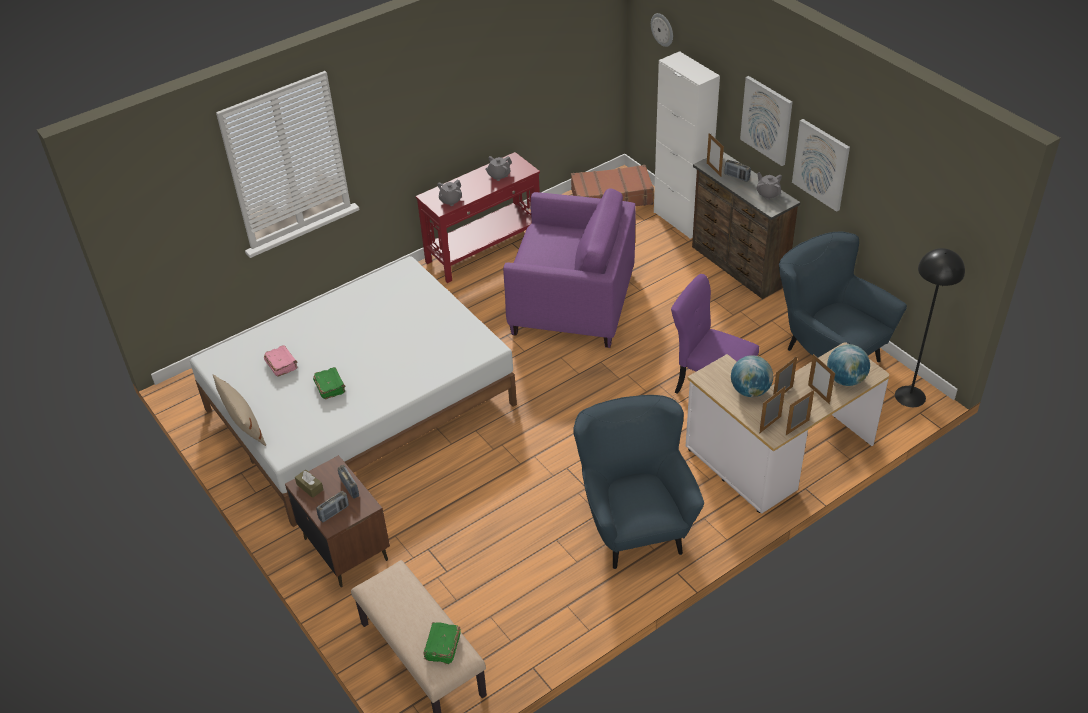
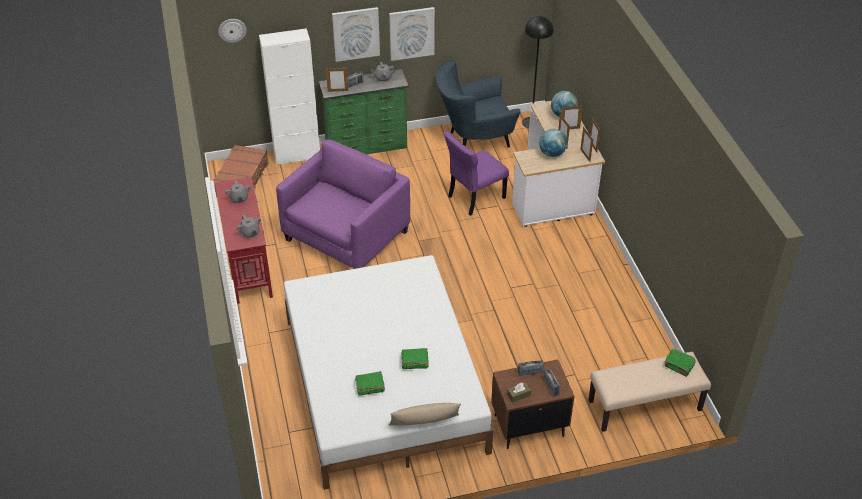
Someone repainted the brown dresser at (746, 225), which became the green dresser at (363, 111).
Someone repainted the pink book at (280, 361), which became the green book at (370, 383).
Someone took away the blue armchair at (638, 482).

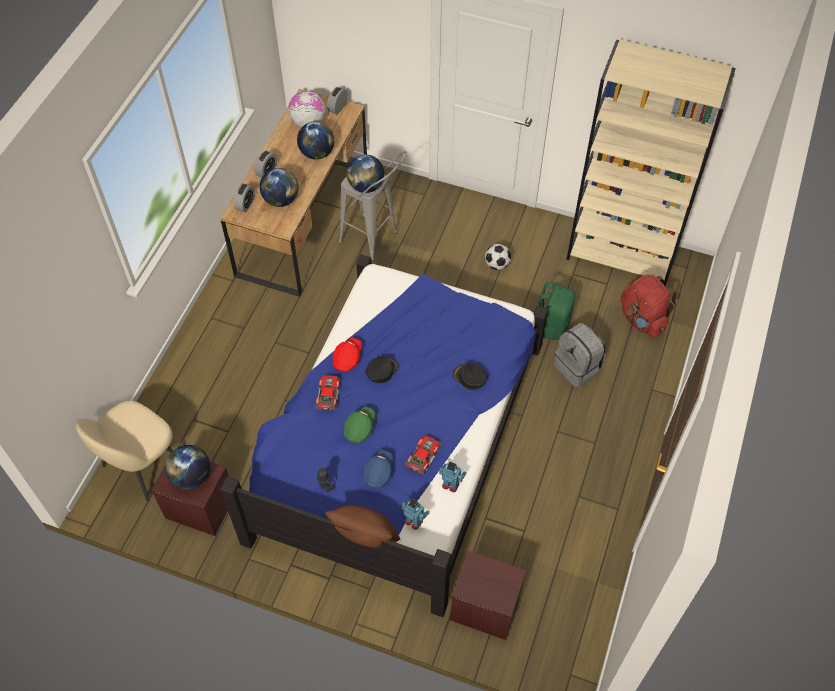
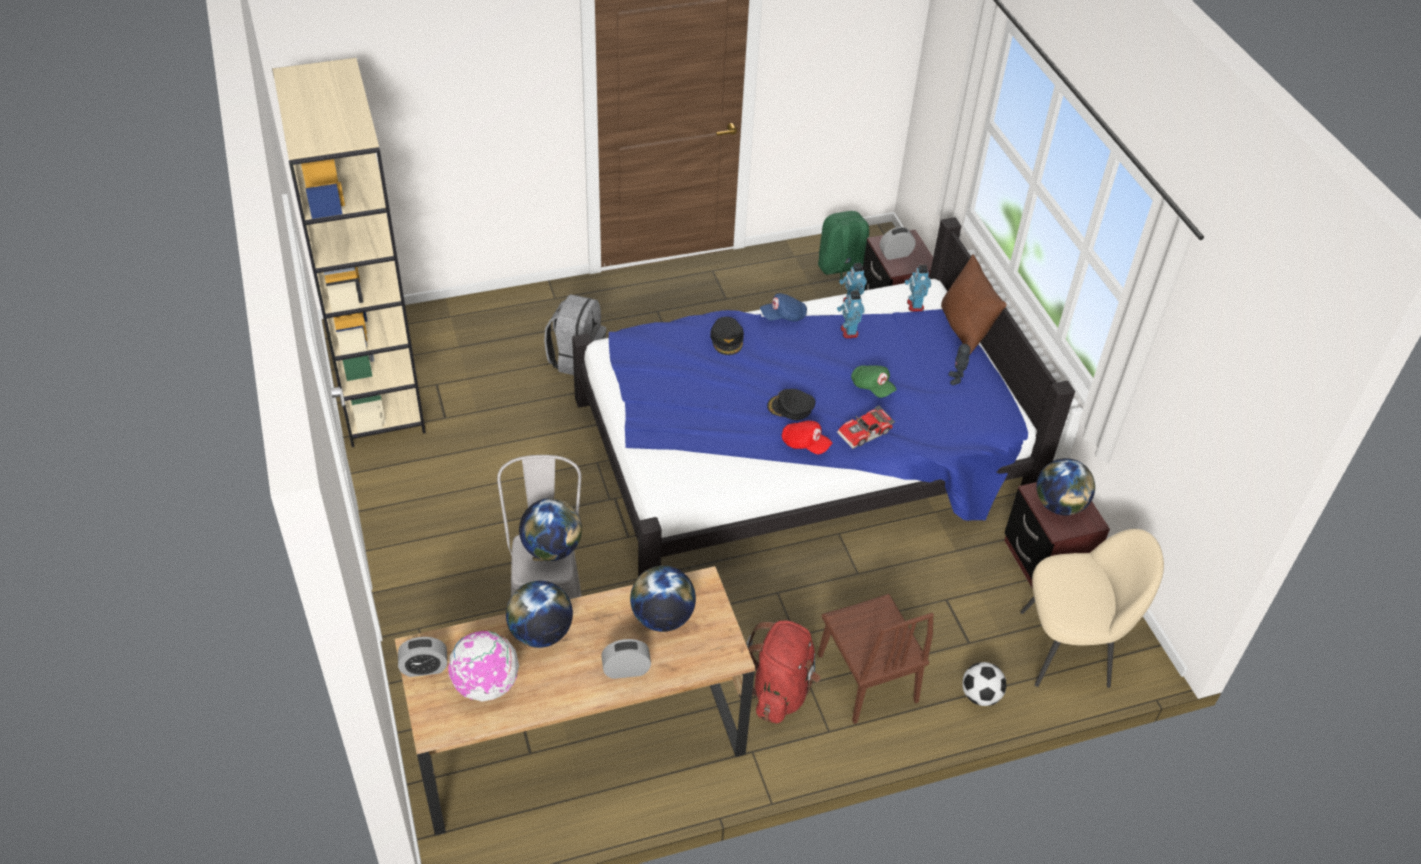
Someone carried the alarm clock from (244, 197) to (898, 243).
Someone carried the football from (498, 257) to (984, 684).
Someone carried the red backpack from (649, 306) to (783, 671).
Someone carried the green backpack from (554, 311) to (843, 248).
Someone rotated the red cap at (347, 355) by 135 degrees counterclockwise.
Someone rotated the green cap at (360, 424) by 120 degrees counterclockwise.
Someone swapped the toy car at (423, 455) for the toy robot at (851, 314).
Someone carried the blue cap from (378, 469) to (783, 307).
Someone put down the brown chair at (876, 659).

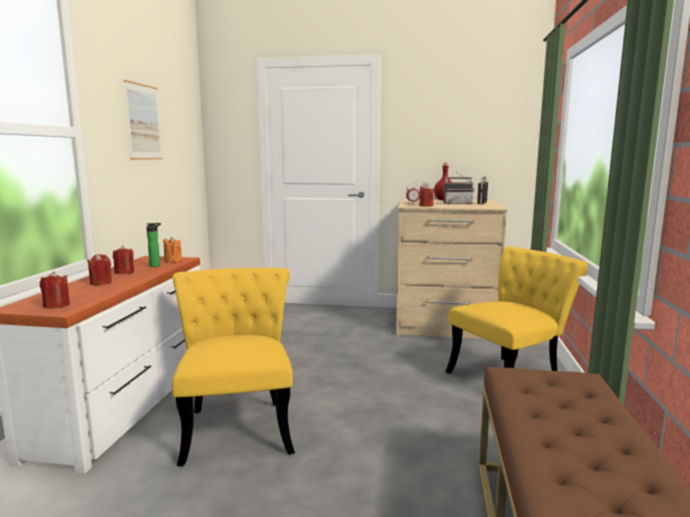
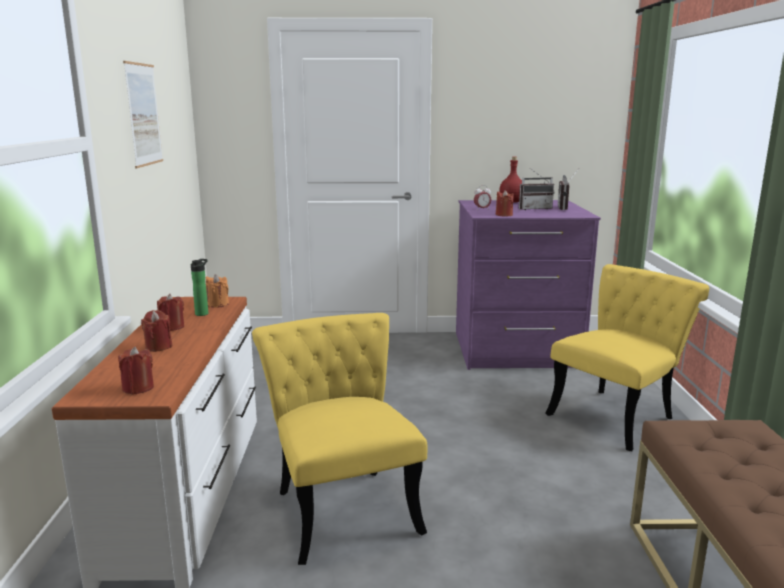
Someone repainted the beige dresser at (452, 269), which became the purple dresser at (528, 285).

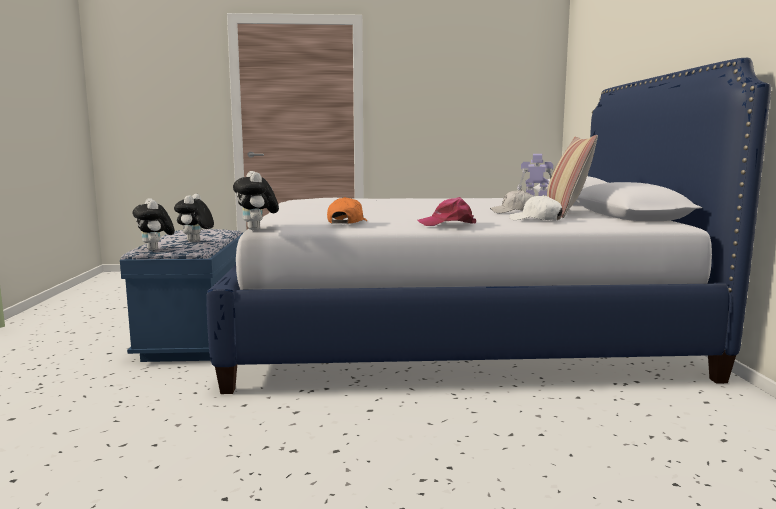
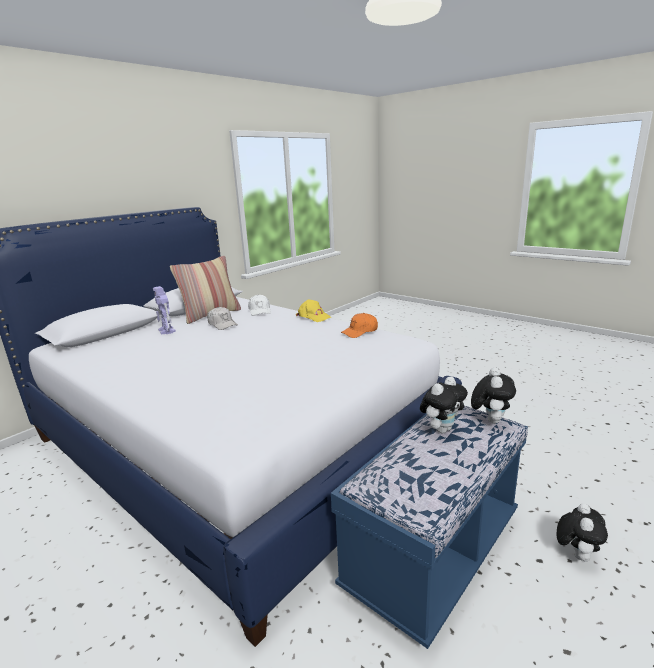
Someone carried the plush toy from (256, 200) to (582, 532).
Someone repainted the pink cap at (446, 211), which became the yellow cap at (313, 310).

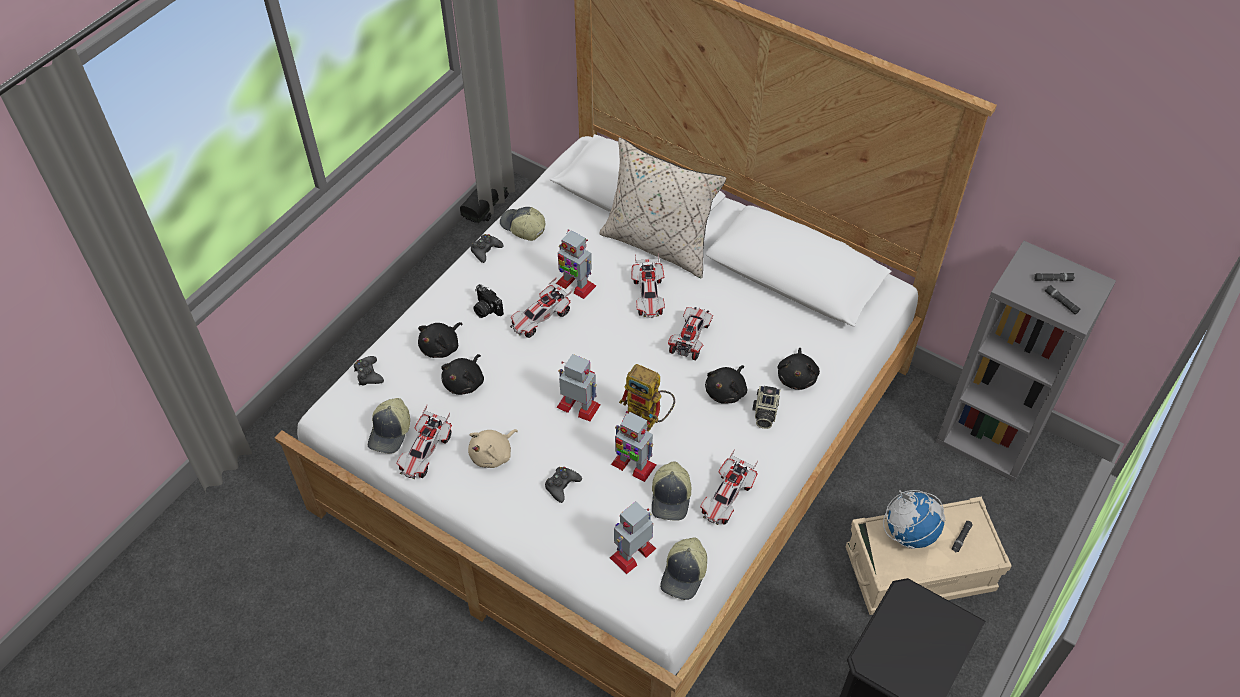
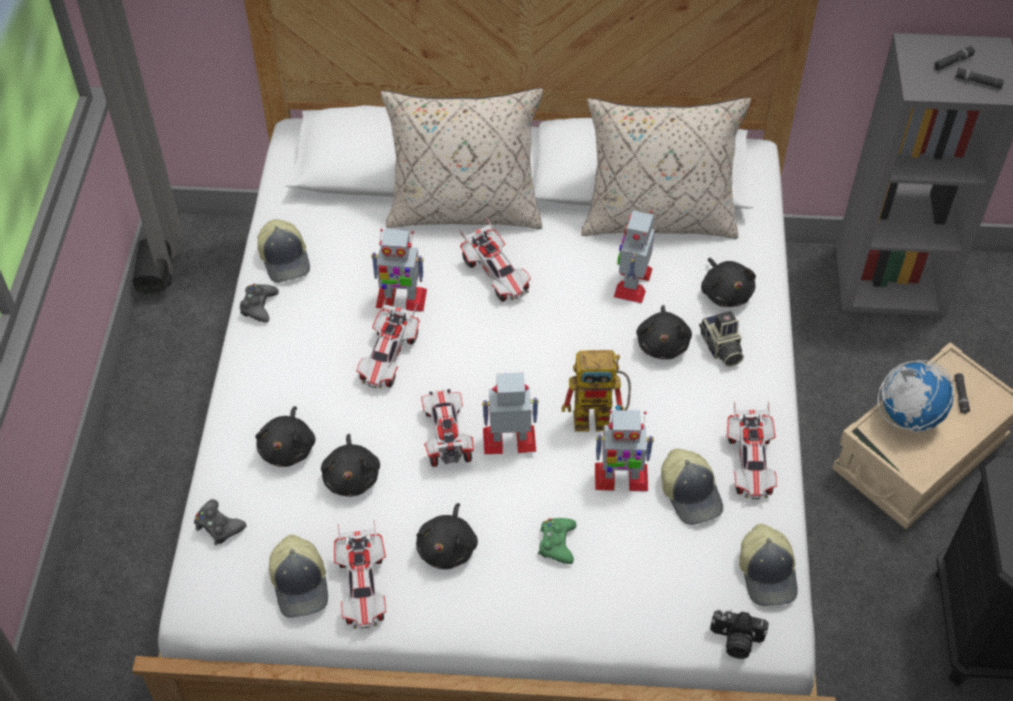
Someone rotated the cap at (522, 224) by 120 degrees counterclockwise.
Someone carried the photo camera from (488, 301) to (739, 634).
Someone carried the toy car from (690, 333) to (447, 428).
Someone repainted the beige plush toy at (493, 448), which became the black plush toy at (447, 536).
Someone repainted the black game controller at (563, 485), which became the green game controller at (557, 541).
Someone carried the toy robot from (633, 537) to (634, 257).
Someone put down the beige pillow at (666, 168).

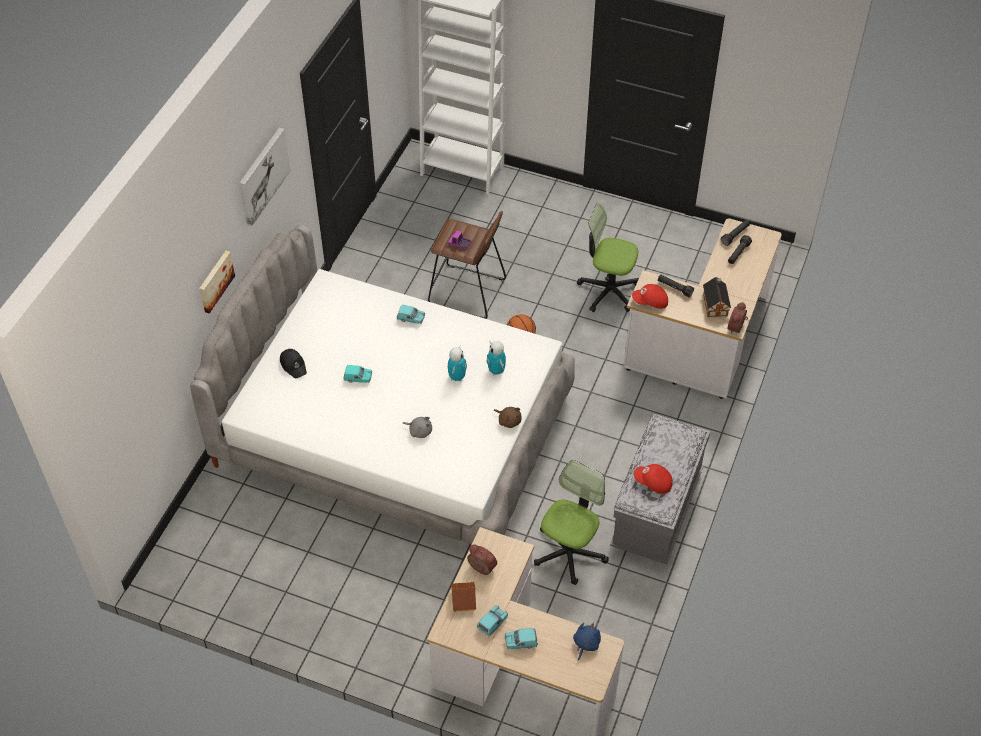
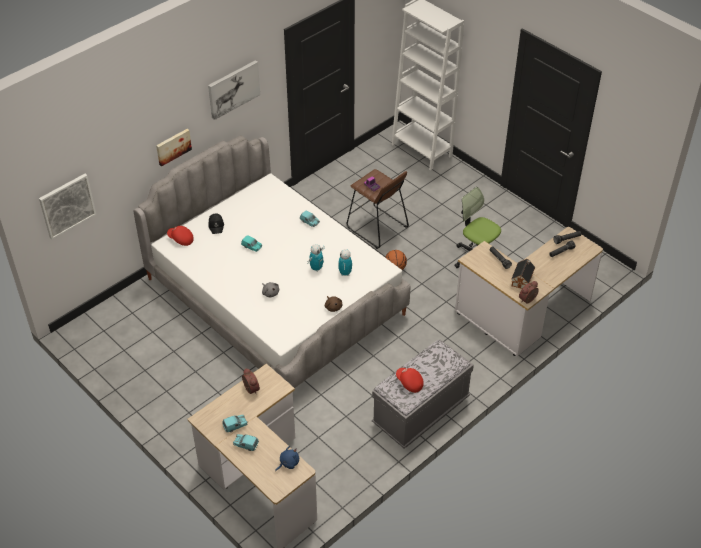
Someone carried the red cap from (650, 296) to (180, 236).
Someone took away the office chair at (571, 522).
Someone took away the toy house at (463, 597).
Someone put up the picture at (67, 206).

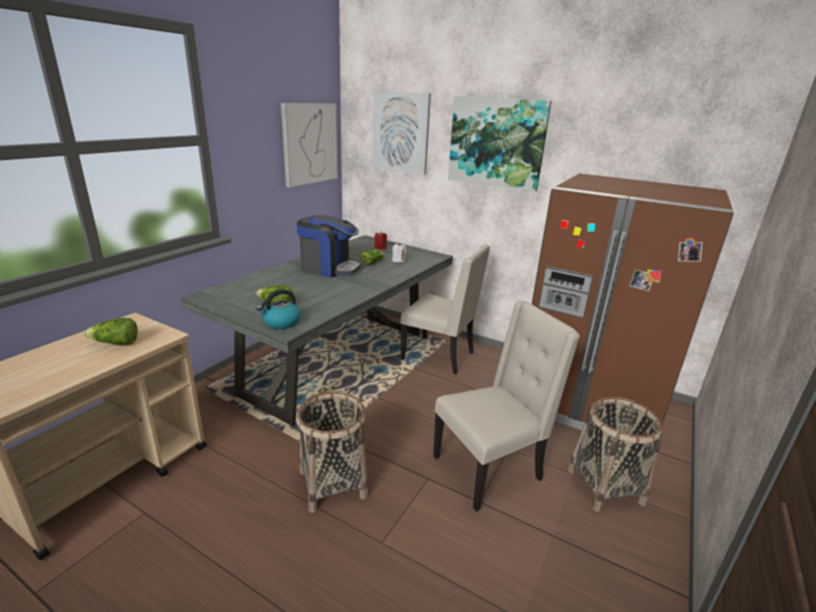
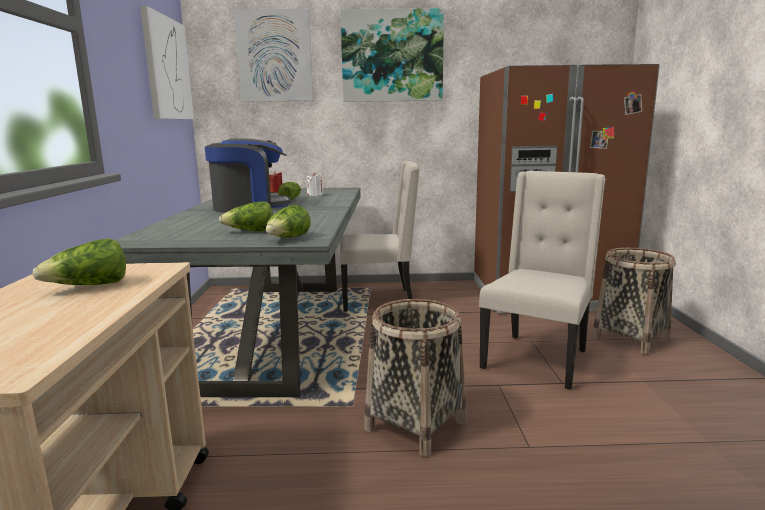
Someone swapped the kettle at (279, 309) for the lettuce at (288, 221).

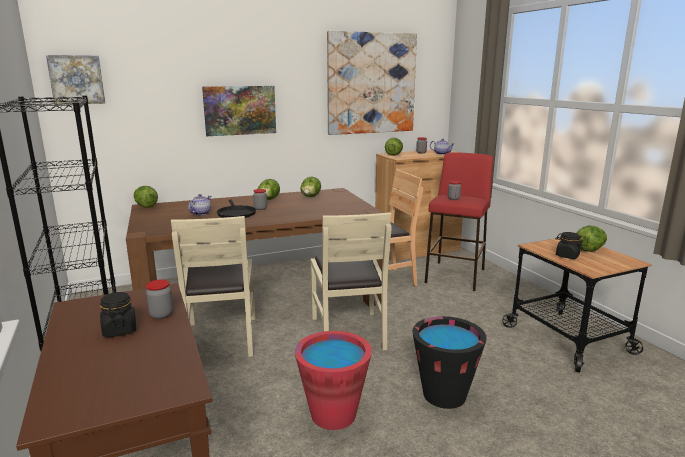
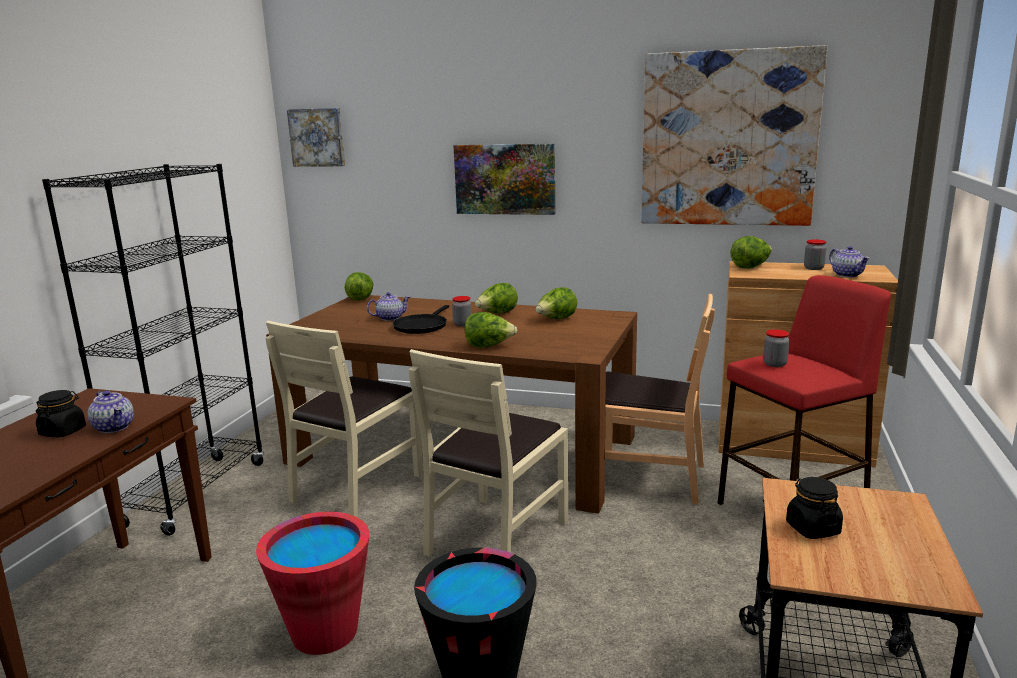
Someone carried the lettuce from (591, 238) to (491, 330).
Someone swapped the jar at (159, 299) for the teapot at (111, 411).

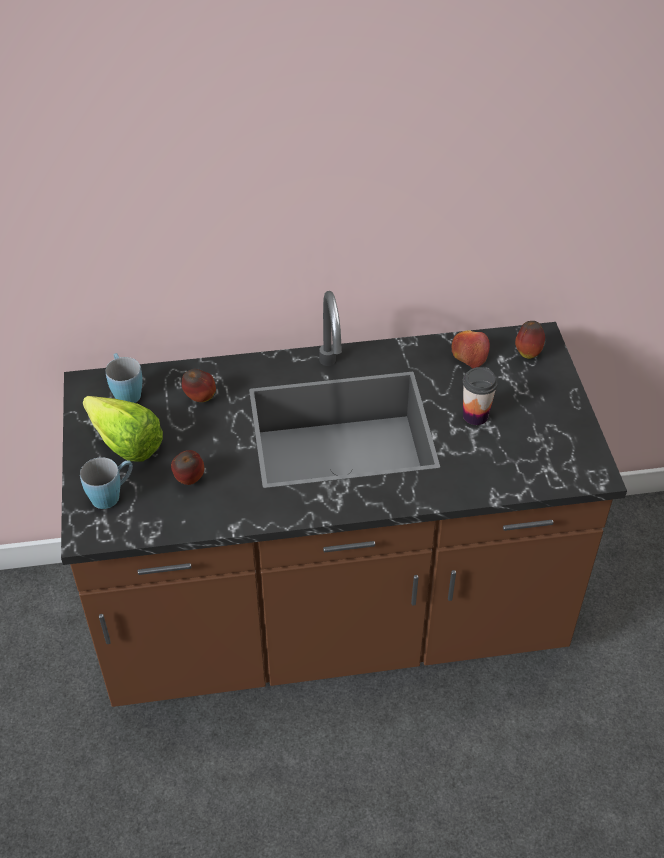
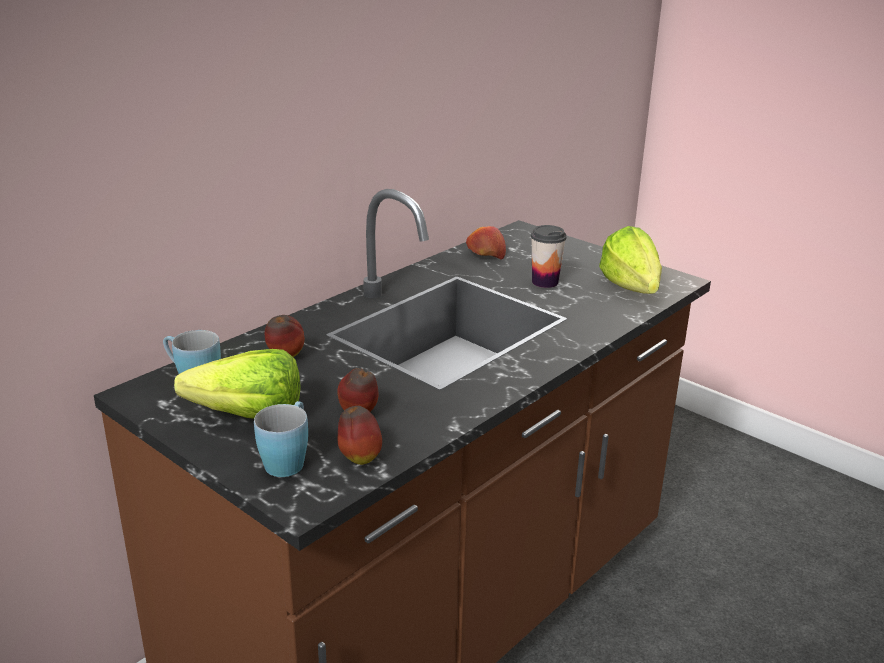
Someone carried the apple from (530, 340) to (360, 435).
Someone put down the lettuce at (630, 260).

